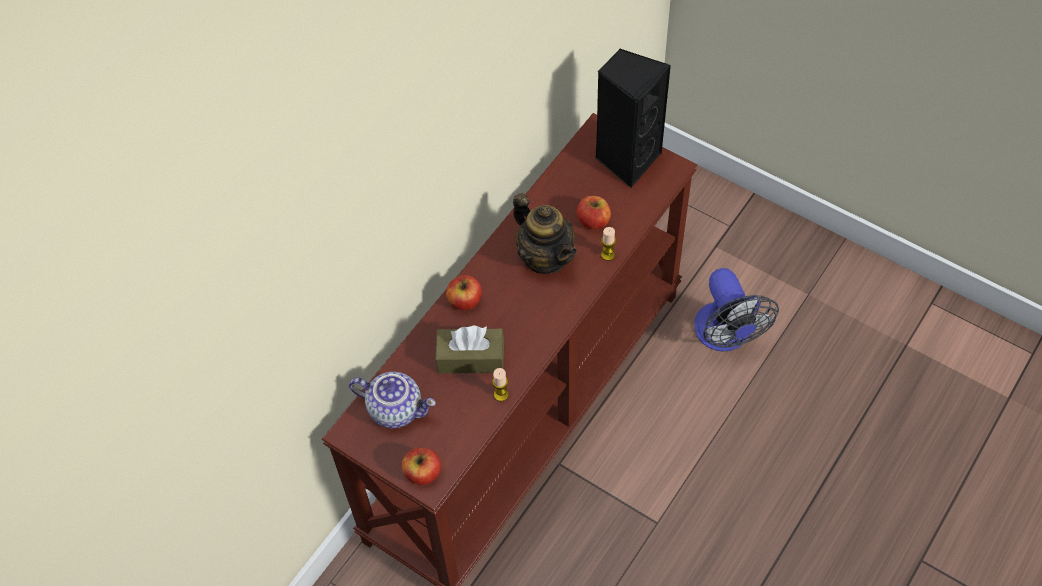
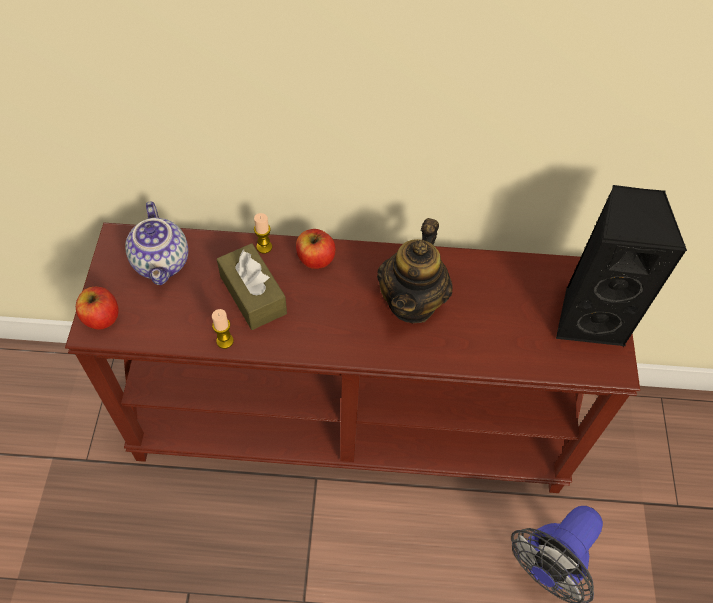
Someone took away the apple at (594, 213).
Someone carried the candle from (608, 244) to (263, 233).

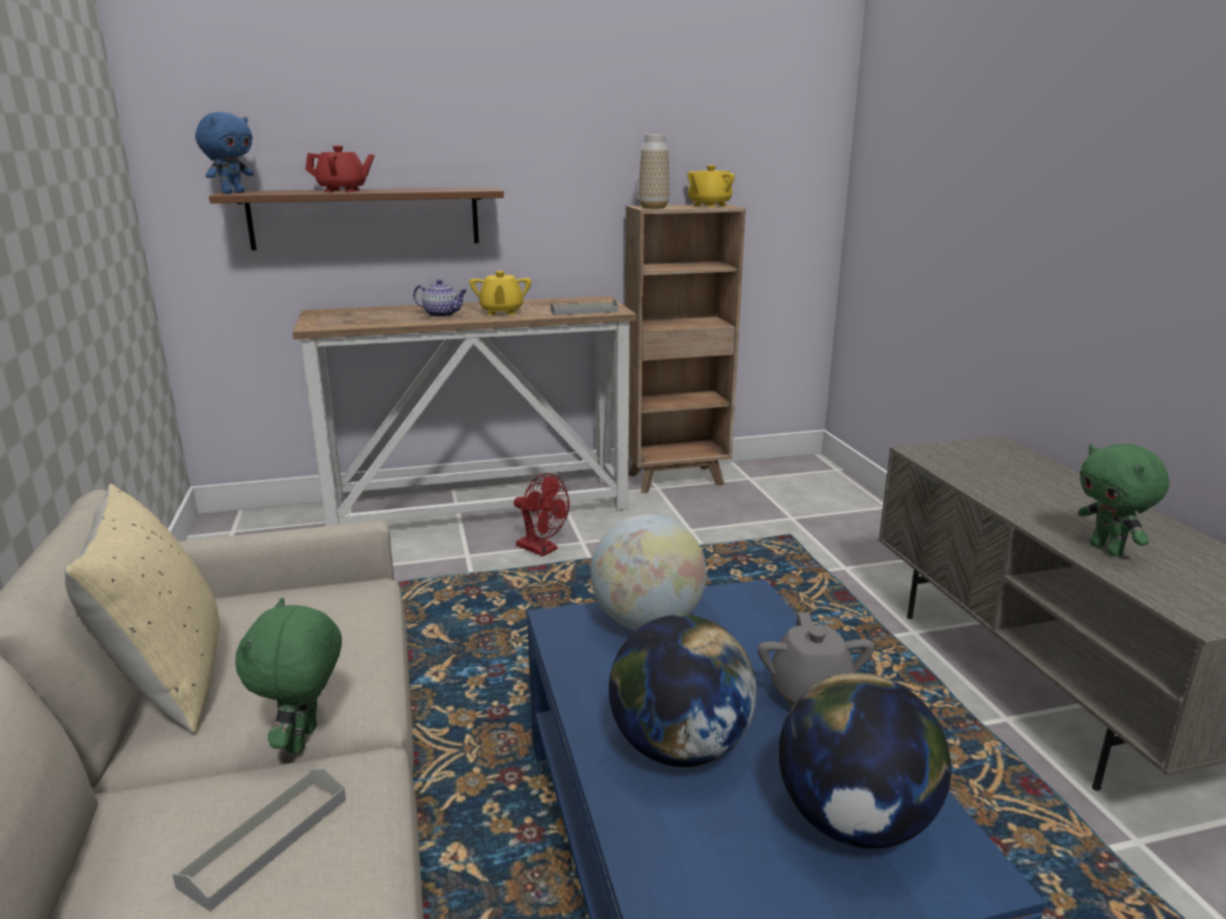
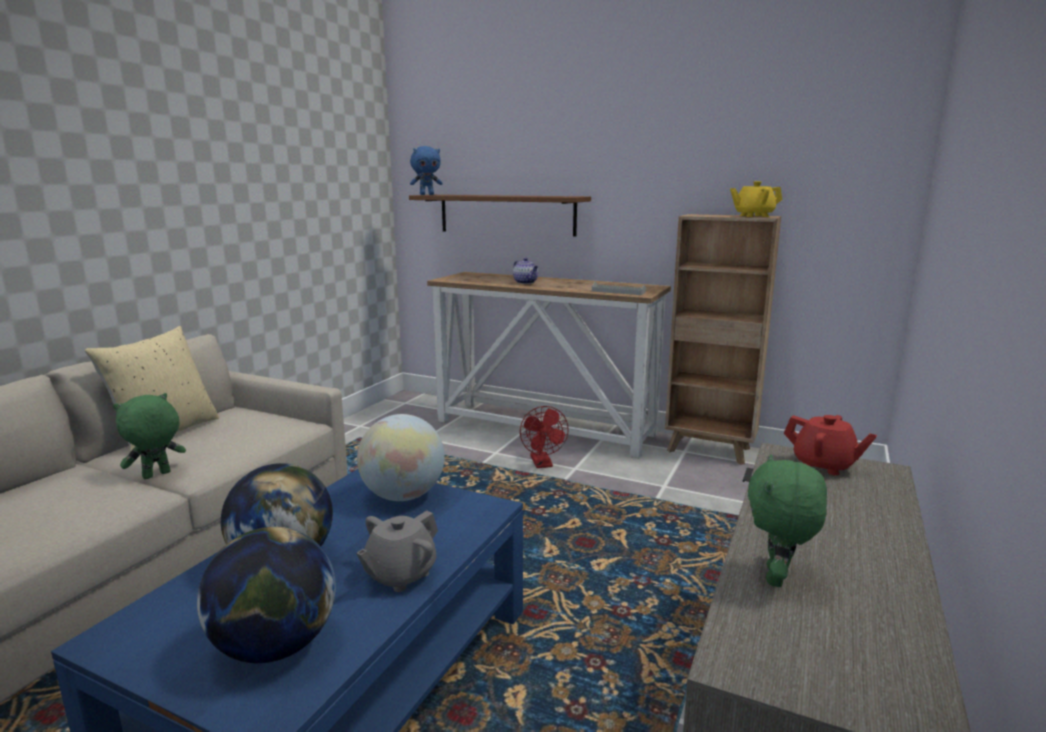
Someone took away the vase at (654, 171).
Someone carried the red teapot from (340, 169) to (830, 445).
Someone took away the yellow teapot at (500, 293).
Someone took away the grey tray at (259, 840).

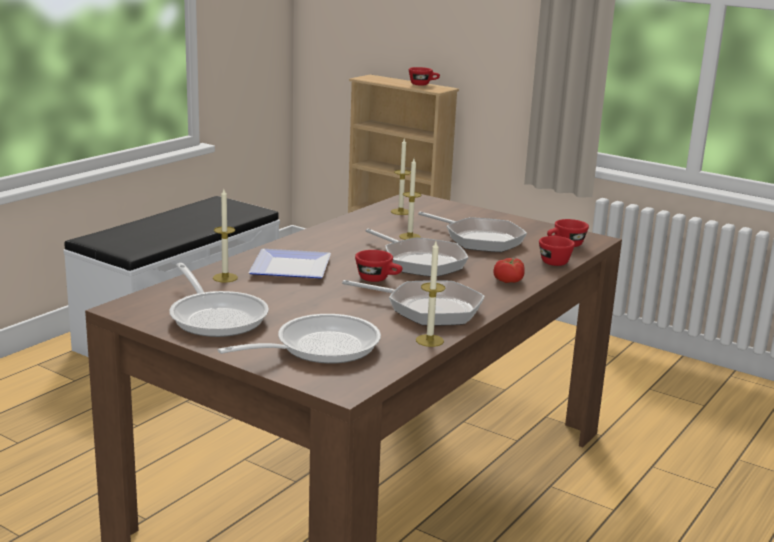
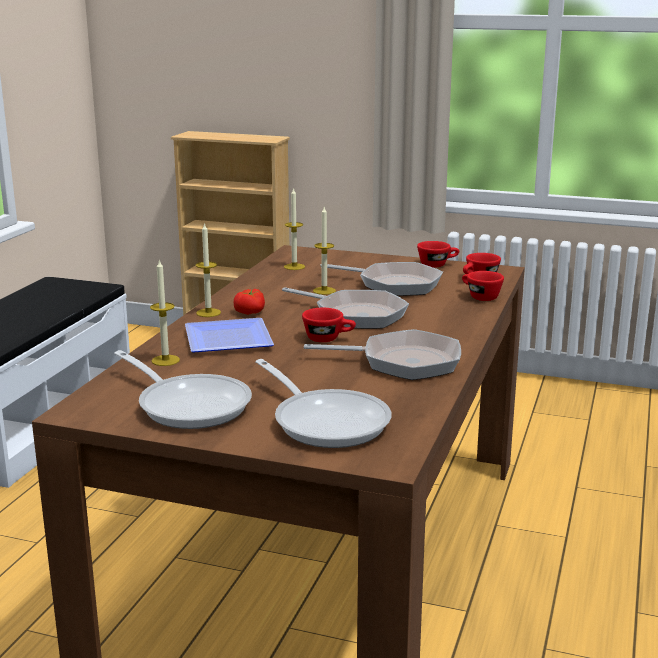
Someone carried the red cup from (424, 76) to (438, 254).
Someone carried the candle from (430, 294) to (208, 269).
Someone carried the tomato from (509, 270) to (249, 302).
Someone rotated the frying pan at (299, 339) by 105 degrees clockwise.

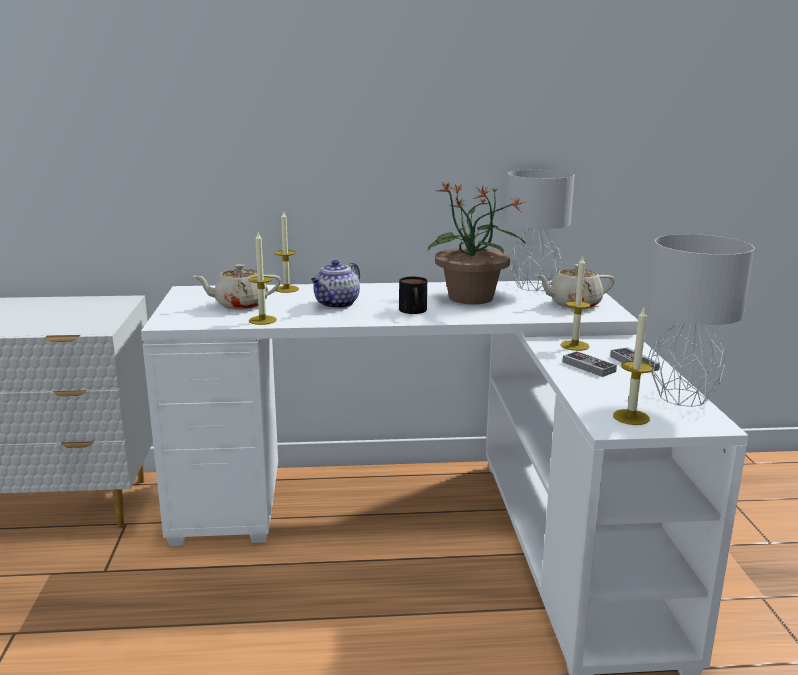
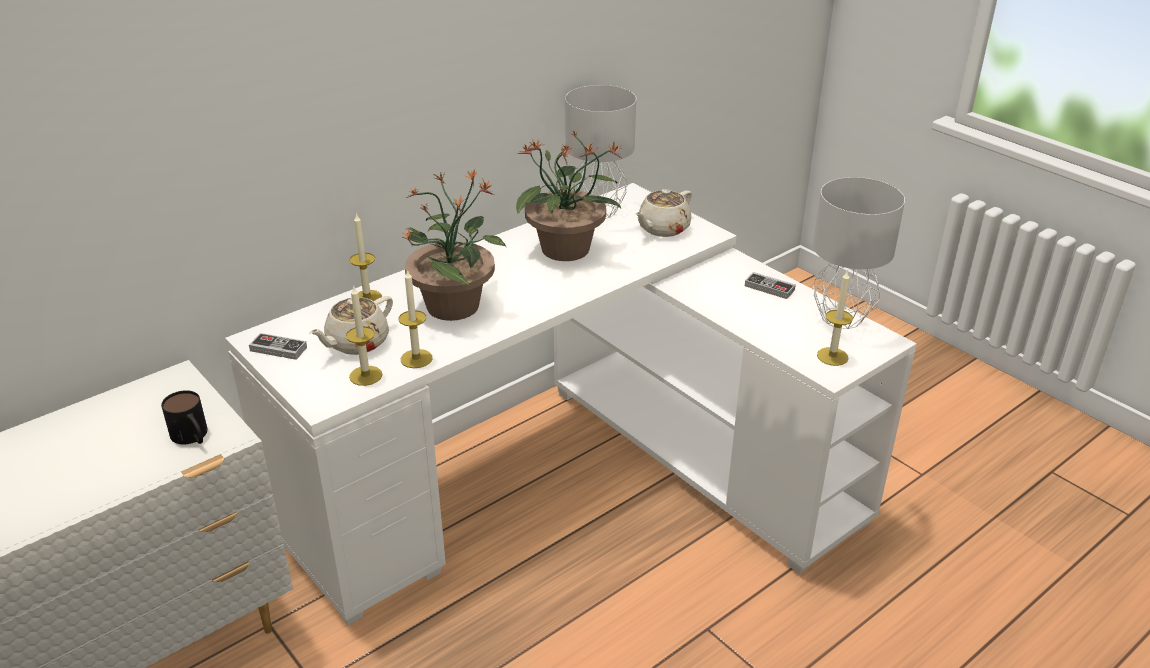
Someone carried the candle from (576, 303) to (364, 335).
Someone swapped the teapot at (335, 284) for the potted plant at (453, 245).
Someone carried the mug from (413, 295) to (184, 417).
Someone carried the game controller from (590, 364) to (278, 346).

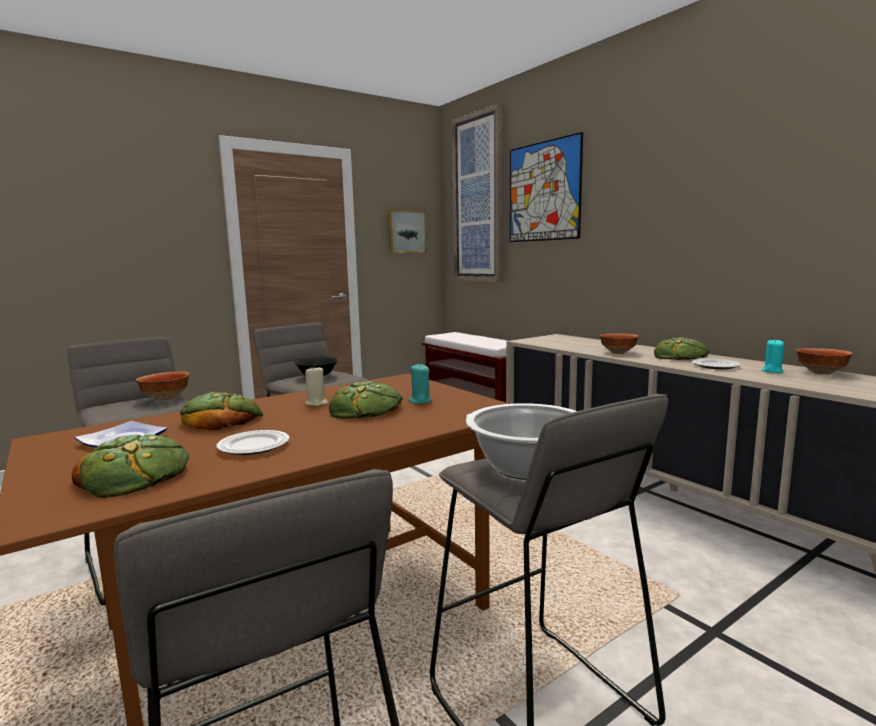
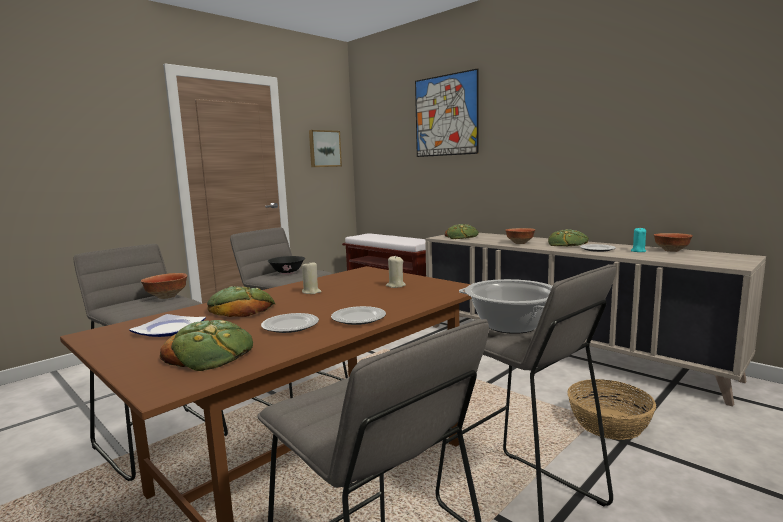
Someone took away the picture at (478, 192).
Someone repainted the turquoise candle at (420, 383), which became the beige candle at (396, 272).
Someone carried the bread from (366, 400) to (462, 231).
Someone put down the plate at (358, 315).
Someone put down the basket at (611, 409).

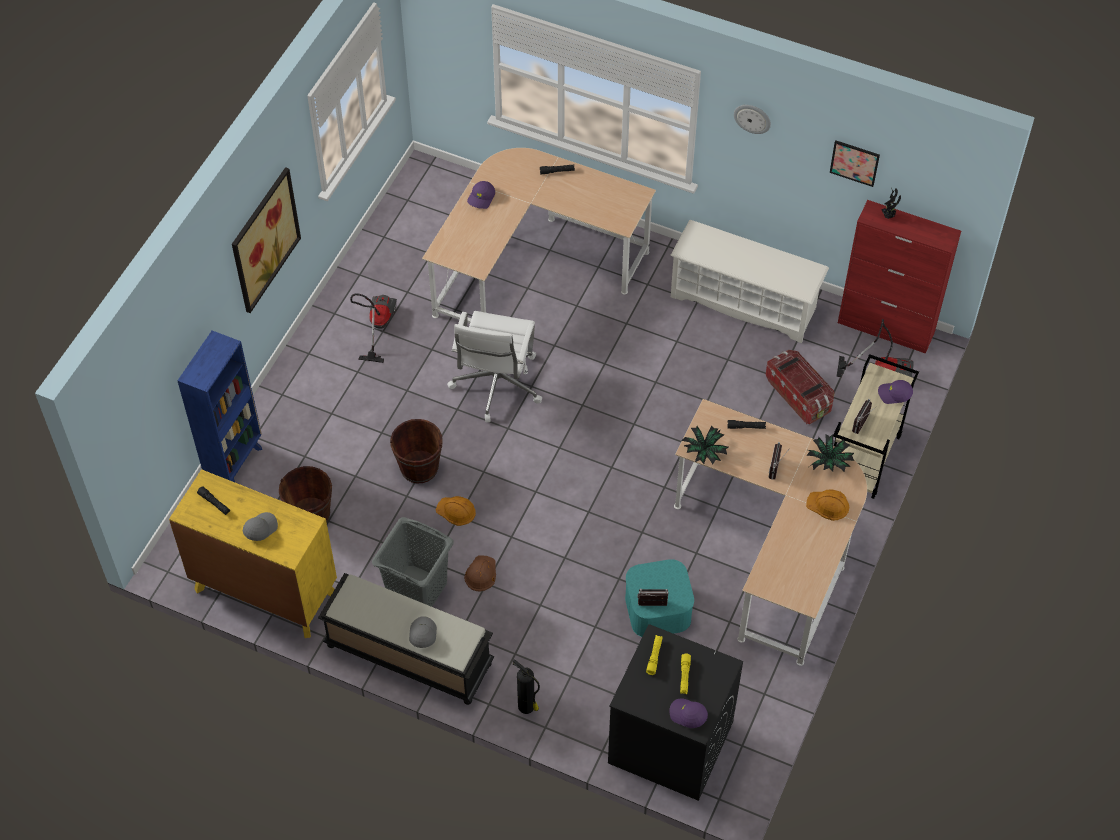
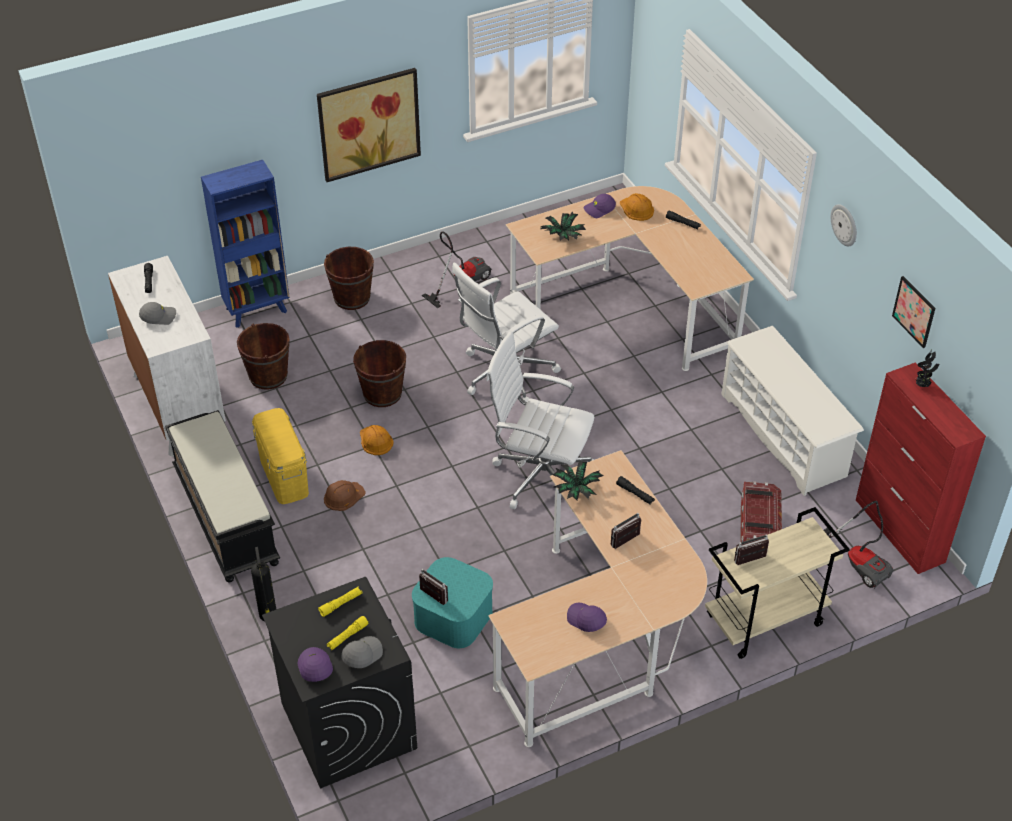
Someone carried the purple cap from (895, 392) to (587, 617).
Someone carried the potted plant from (830, 452) to (563, 226).
Someone repainted the yellow dresser at (253, 553), which became the white dresser at (167, 356).
Someone carried the orange hard hat from (827, 505) to (637, 207).
Someone swapped the grey laundry basket at (413, 562) for the yellow storage box at (280, 456).
Someone carried the grey cap from (423, 632) to (362, 652).
Someone put down the brown bucket at (349, 278).
Someone put down the white office chair at (540, 420).

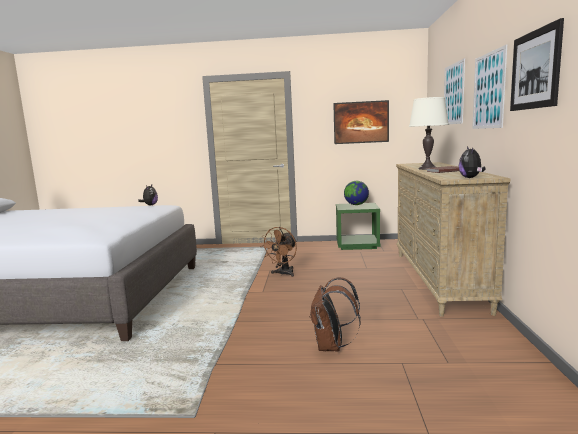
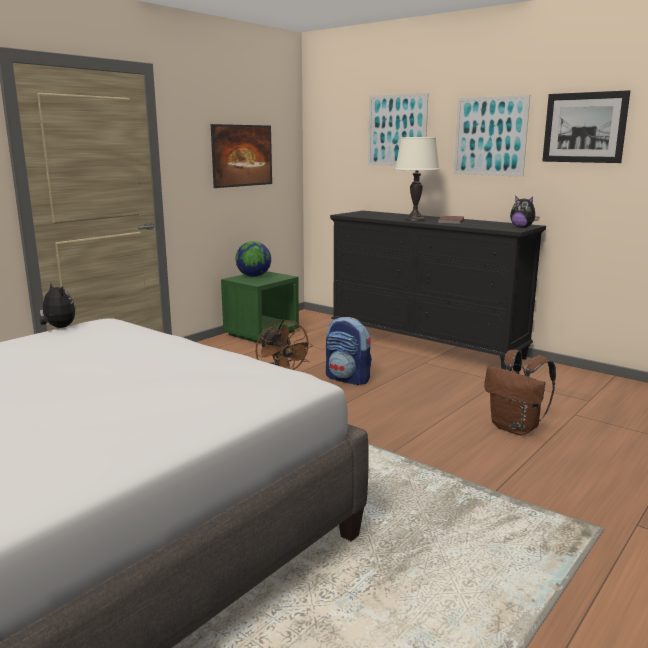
Someone repainted the beige dresser at (453, 239), which became the black dresser at (438, 290).
Someone put down the backpack at (349, 351).

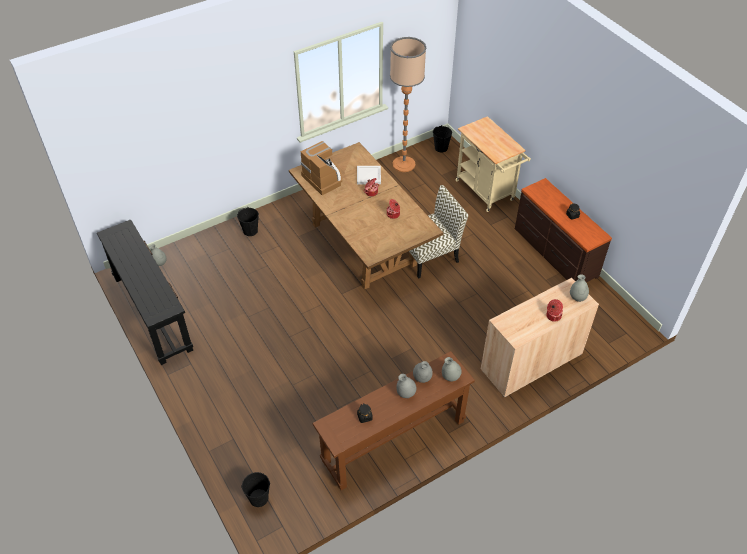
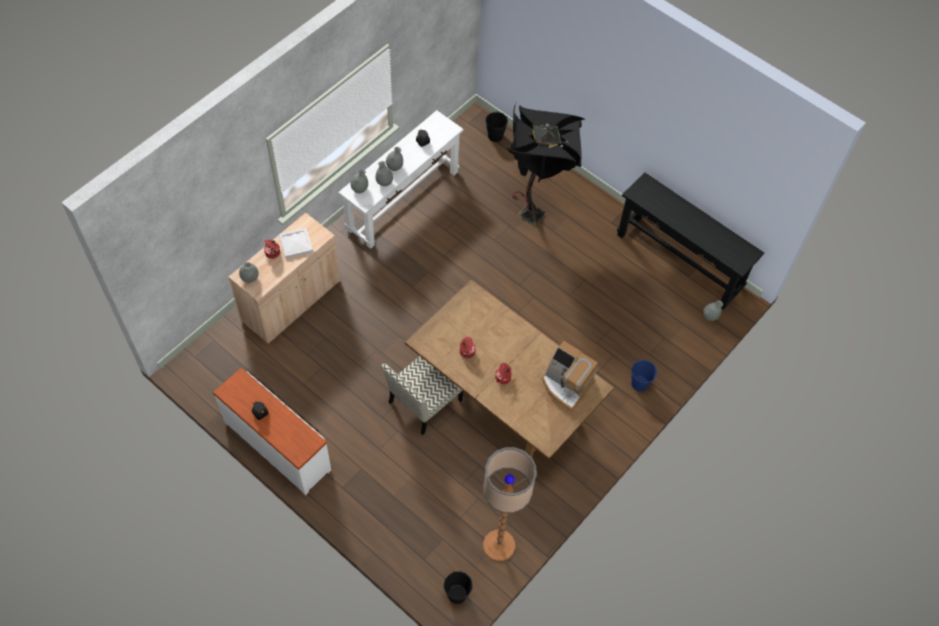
Someone took away the beige cart at (493, 164).
Someone carried the white tray from (369, 175) to (296, 243).
Someone repainted the brown dresser at (563, 230), which became the white dresser at (272, 431).
Someone repainted the black bucket at (248, 221), which became the blue bucket at (644, 376).
Someone repainted the brown console table at (394, 420), which became the white console table at (400, 179).
Someone put down the black floor lamp at (546, 164).

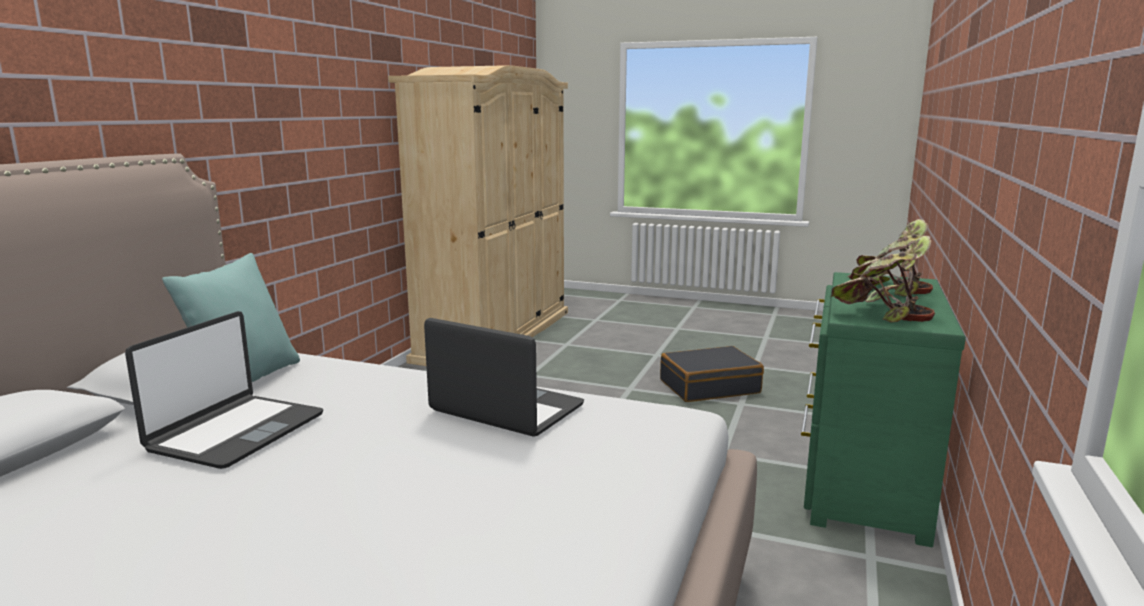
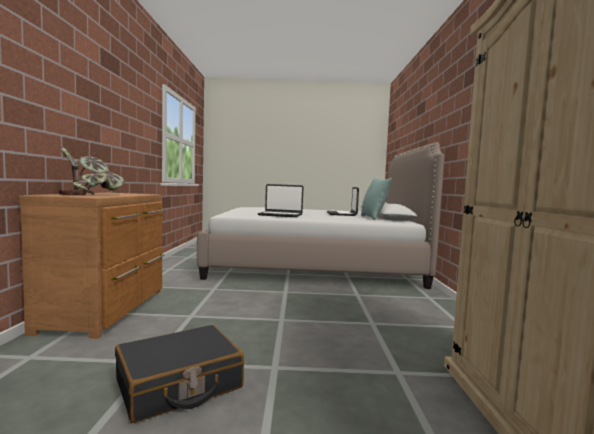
Someone took away the potted plant at (883, 279).
Someone repainted the green dresser at (883, 409), which became the brown dresser at (91, 266).

